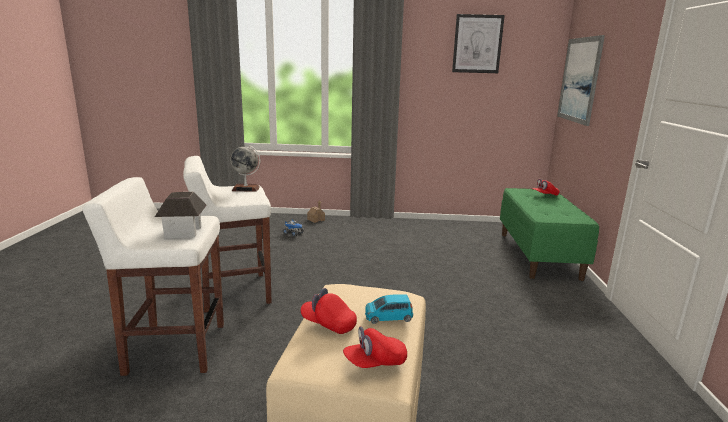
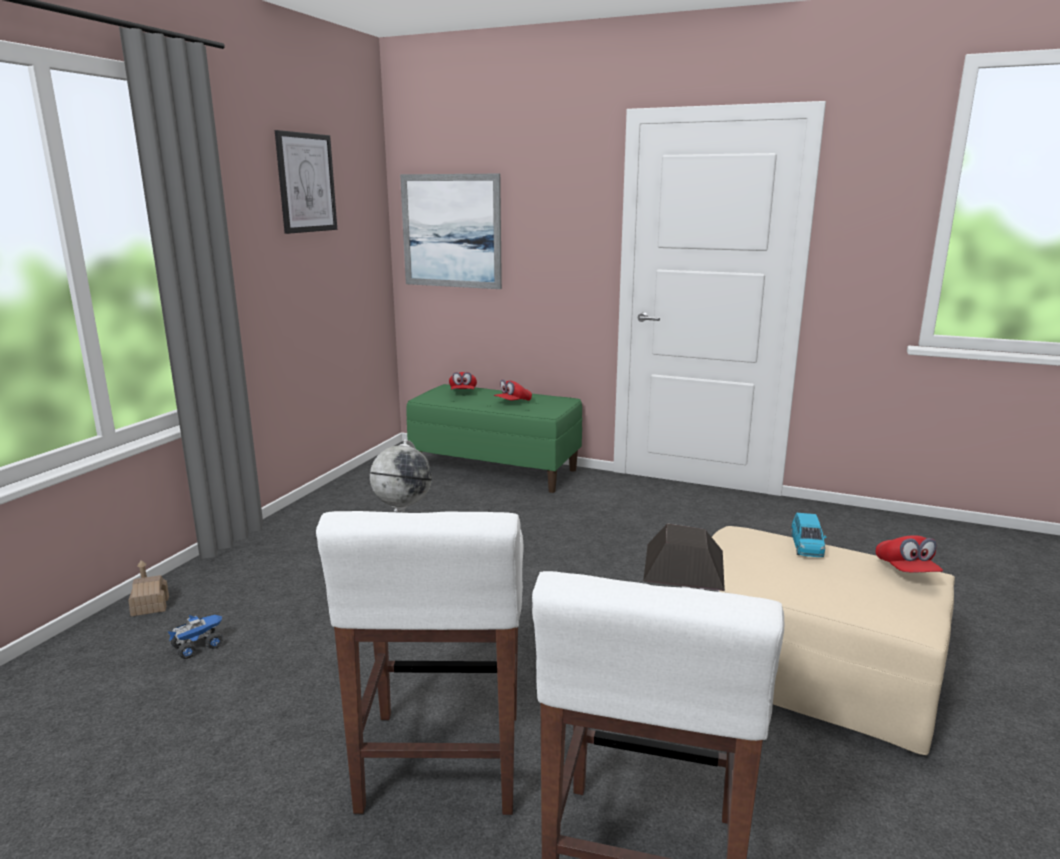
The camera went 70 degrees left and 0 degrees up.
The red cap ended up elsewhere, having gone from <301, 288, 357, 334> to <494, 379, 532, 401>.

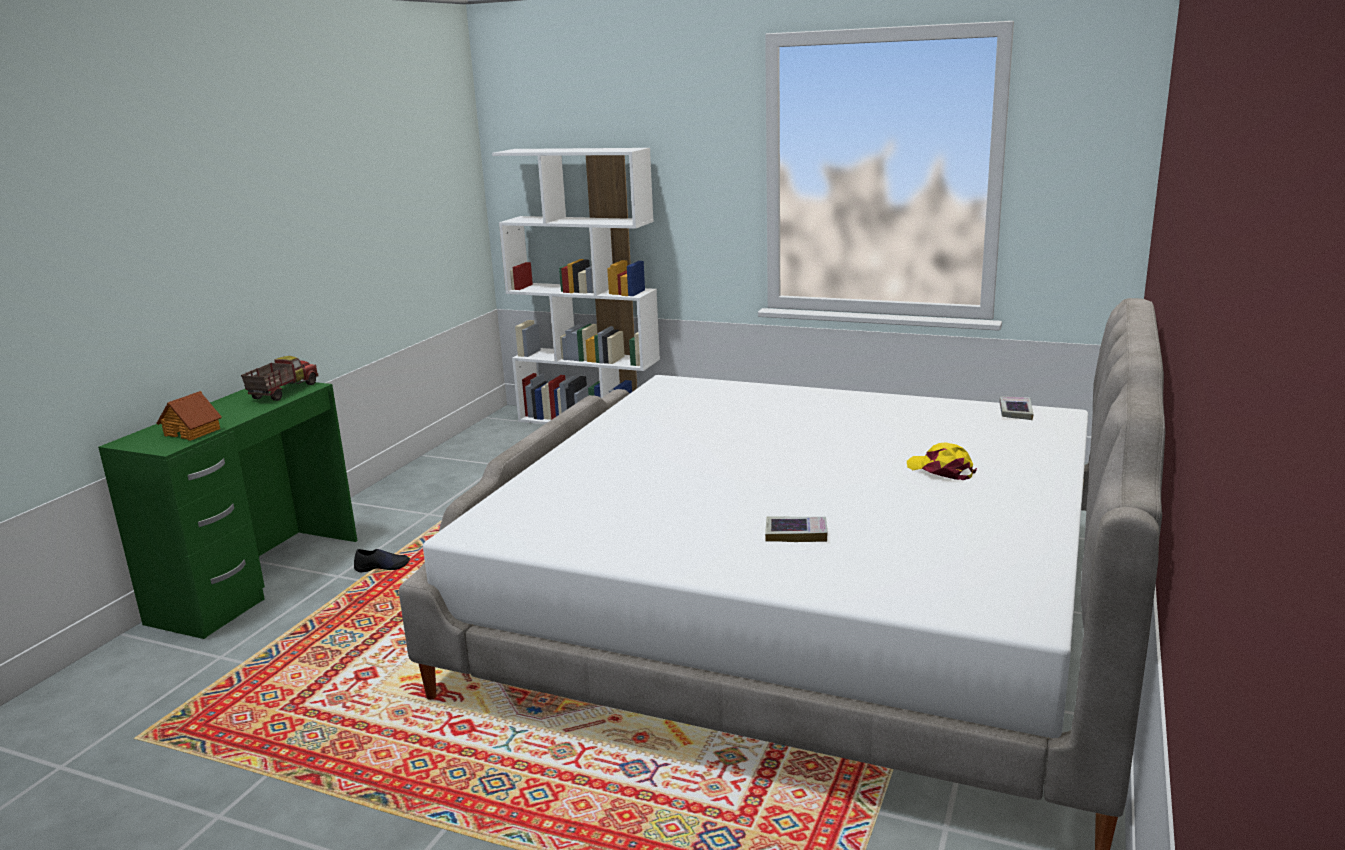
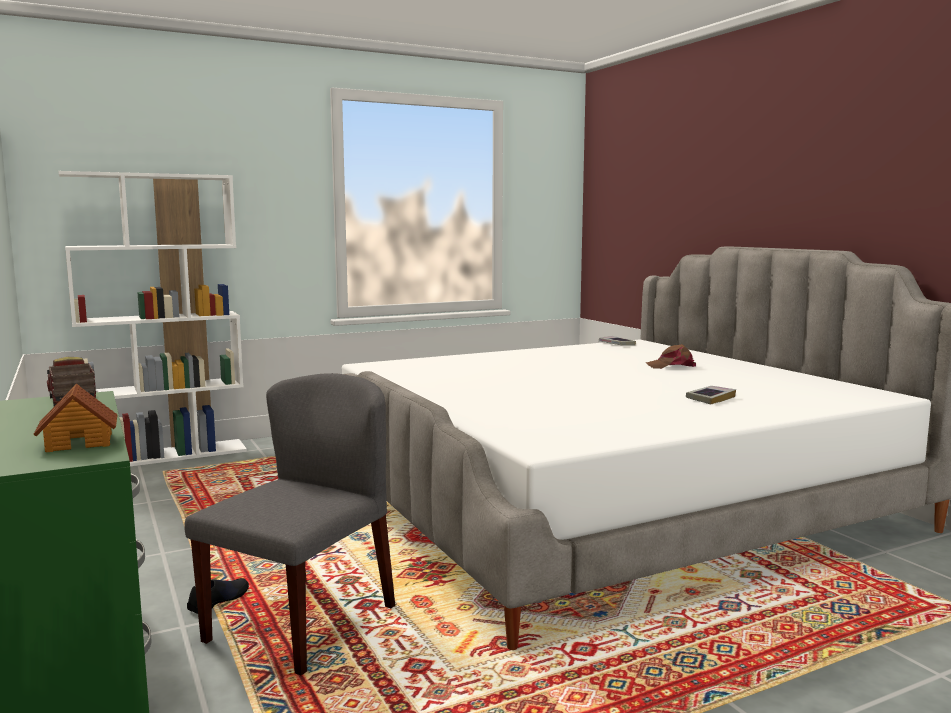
The camera went 50 degrees left and 10 degrees down.
The second view gained the grey chair at <184, 373, 395, 675>.
What was the yellow cap at <907, 442, 977, 480> turned into the brown cap at <646, 344, 696, 369>.

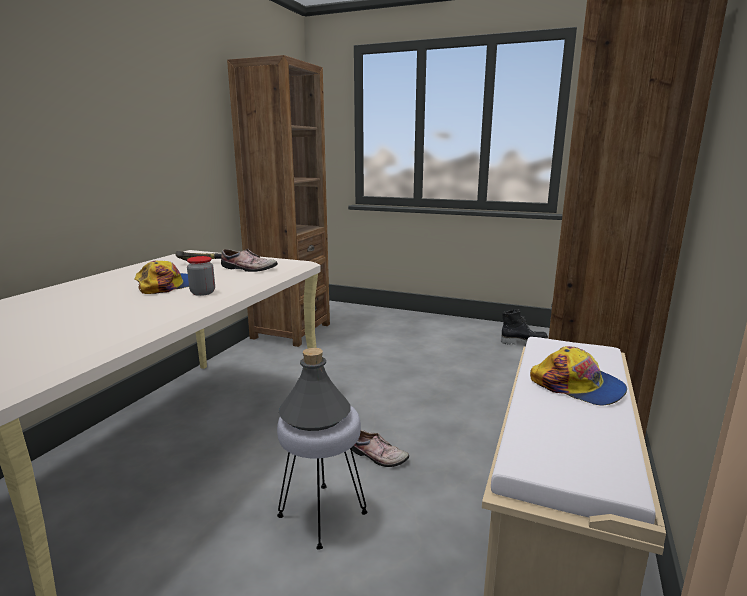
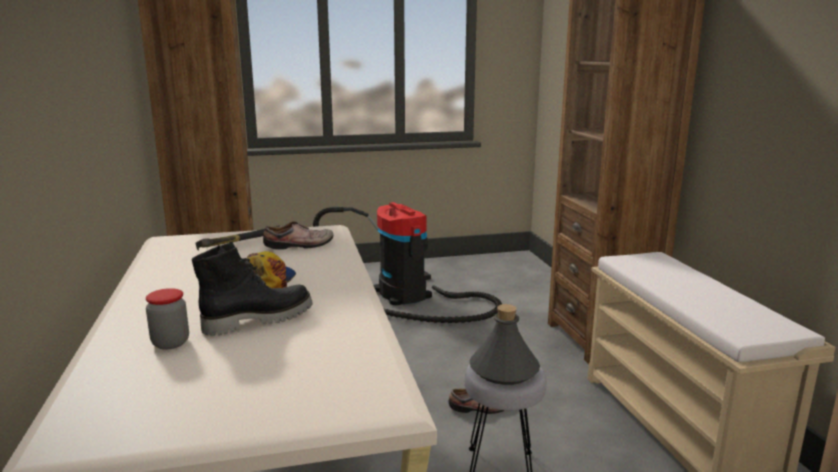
The camera went 35 degrees left and 0 degrees up.
The jar ended up elsewhere, having gone from <187, 256, 215, 296> to <146, 288, 189, 349>.
The black boot ended up elsewhere, having gone from <501, 309, 548, 345> to <192, 242, 313, 336>.
The second view gained the vacuum cleaner at <313, 202, 502, 323>.
The second view lost the cap at <530, 346, 627, 405>.

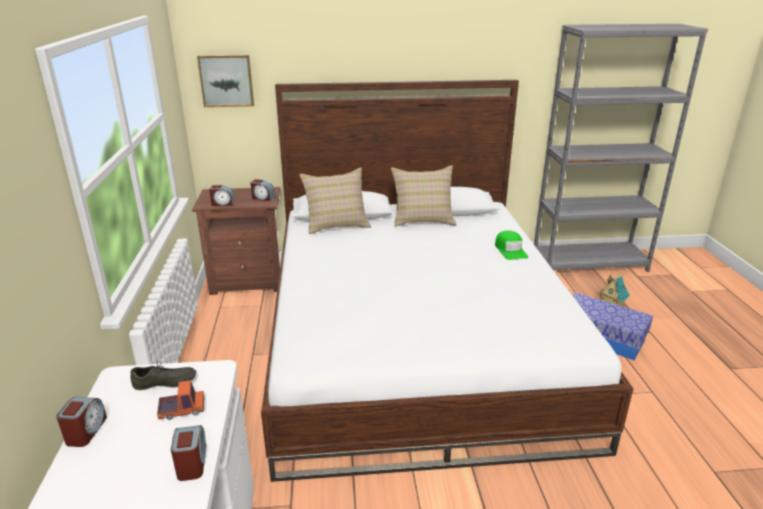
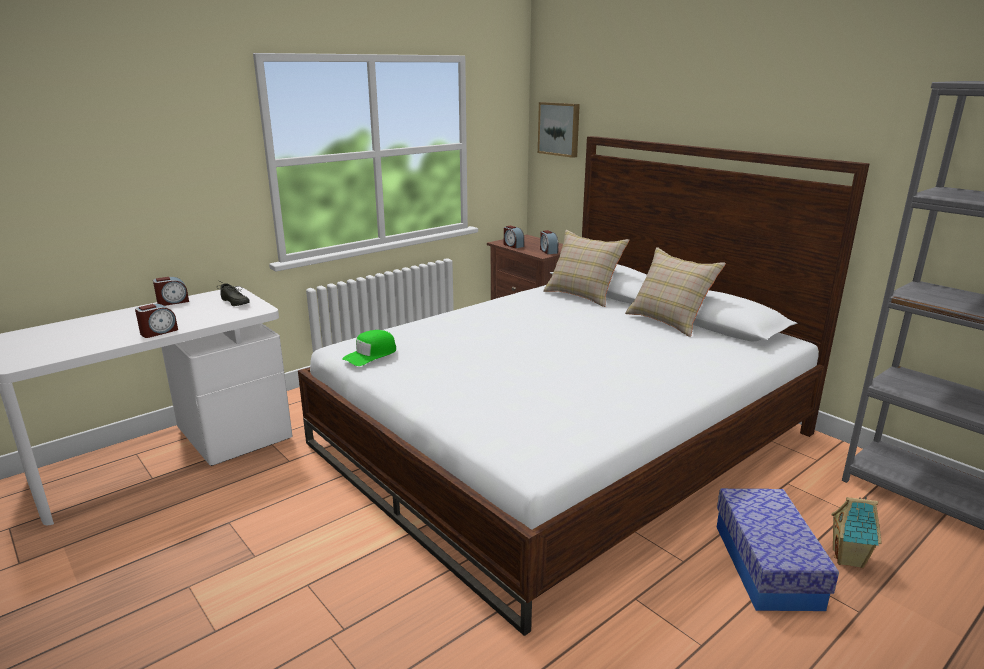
The camera went 55 degrees right and 5 degrees down.
The green cap ended up elsewhere, having gone from <495, 231, 528, 260> to <342, 330, 396, 366>.
The second view lost the toy truck at <157, 380, 204, 420>.

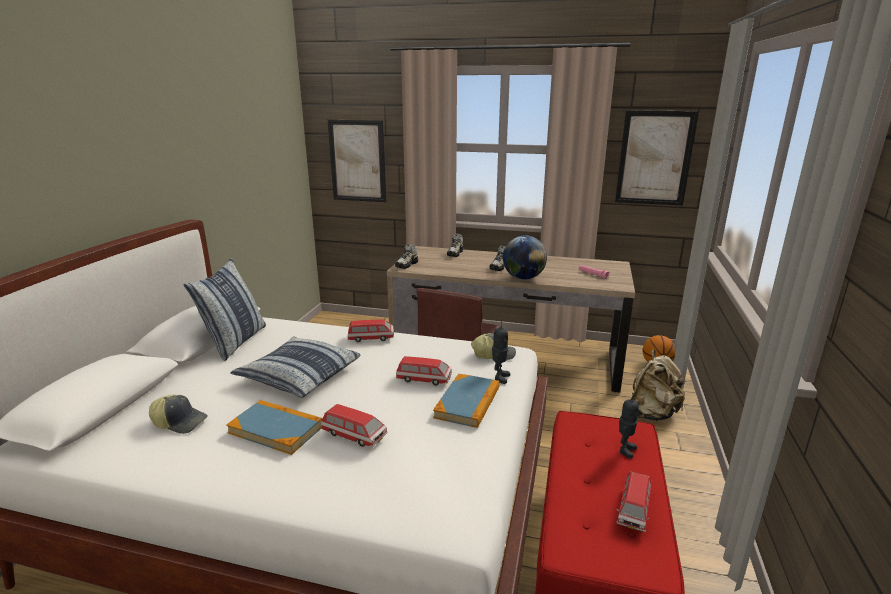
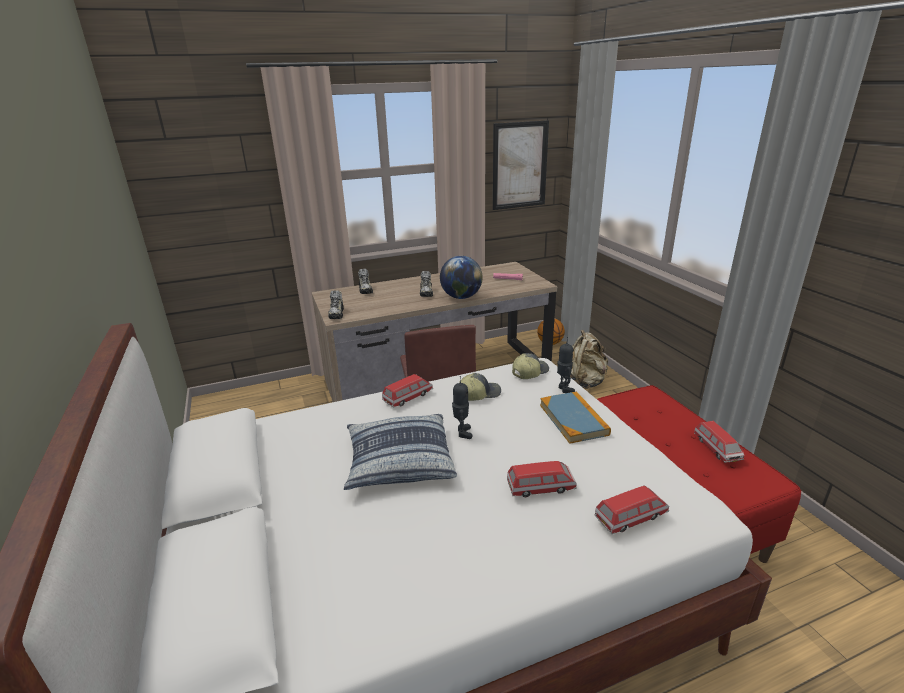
The camera went 35 degrees left and 5 degrees up.
The toy robot ended up elsewhere, having gone from <619, 393, 639, 459> to <452, 376, 473, 439>.
The cap ended up elsewhere, having gone from <149, 395, 208, 434> to <459, 373, 501, 401>.
The toy car ended up elsewhere, having gone from <396, 356, 452, 386> to <594, 486, 669, 534>.
The second view lost the pillow at <183, 258, 266, 361>.
The second view lost the book at <226, 400, 322, 455>.
The second view lost the picture at <328, 120, 387, 202>.

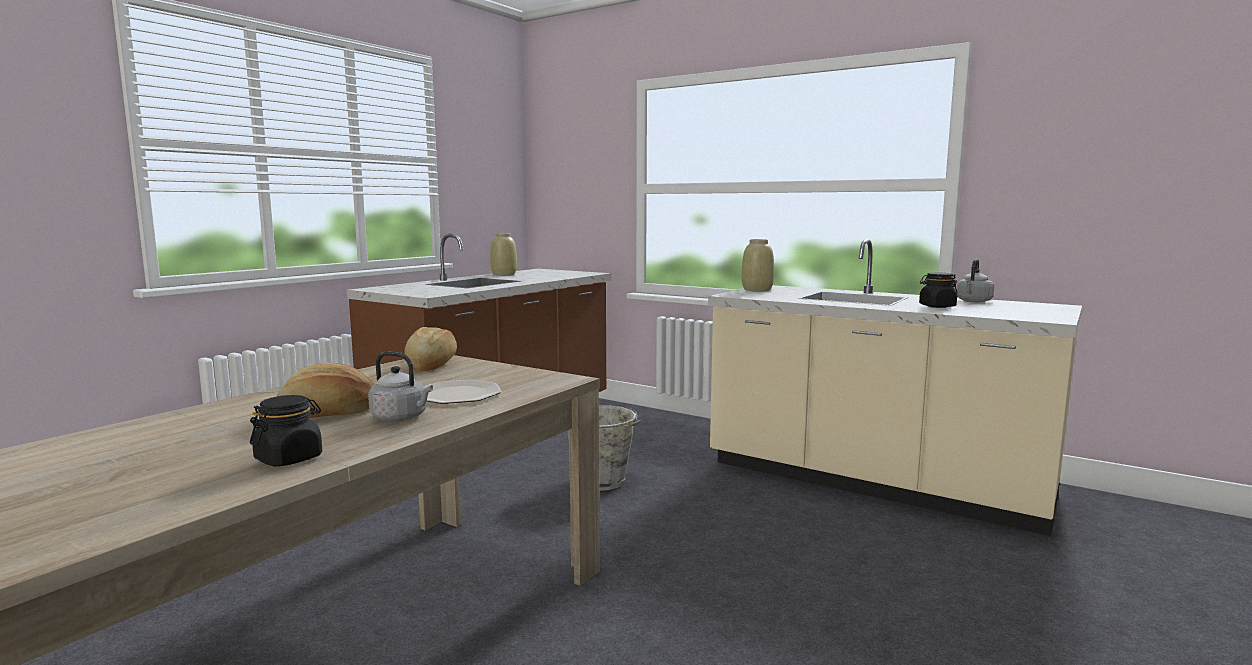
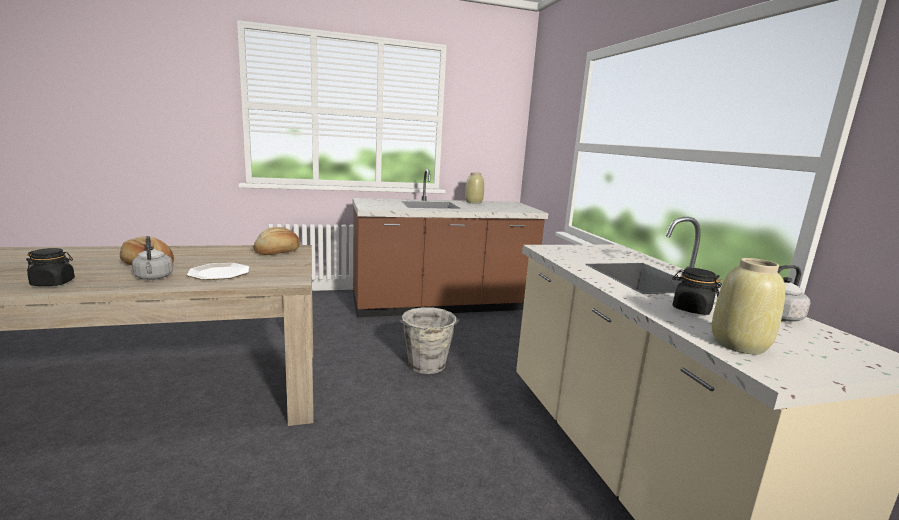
The camera went 40 degrees right and 5 degrees up.
The beige vase ended up elsewhere, having gone from <741, 239, 774, 291> to <712, 258, 785, 354>.

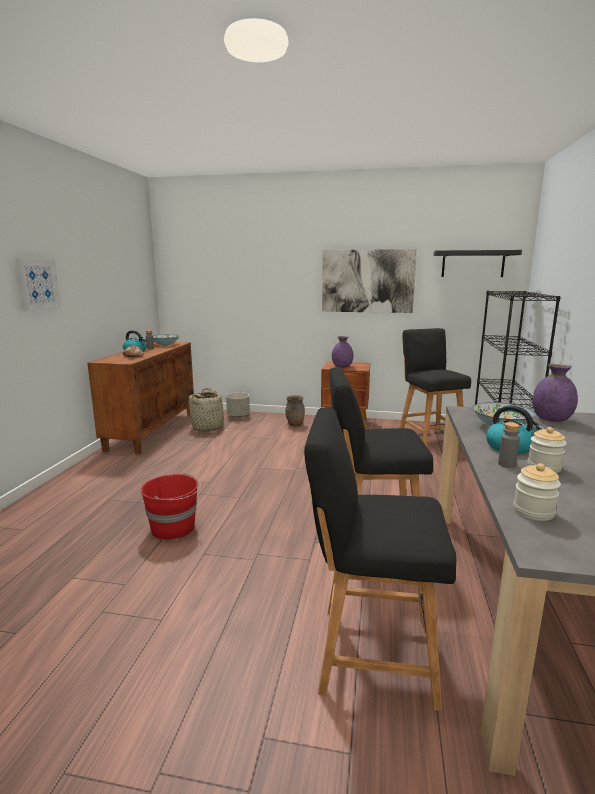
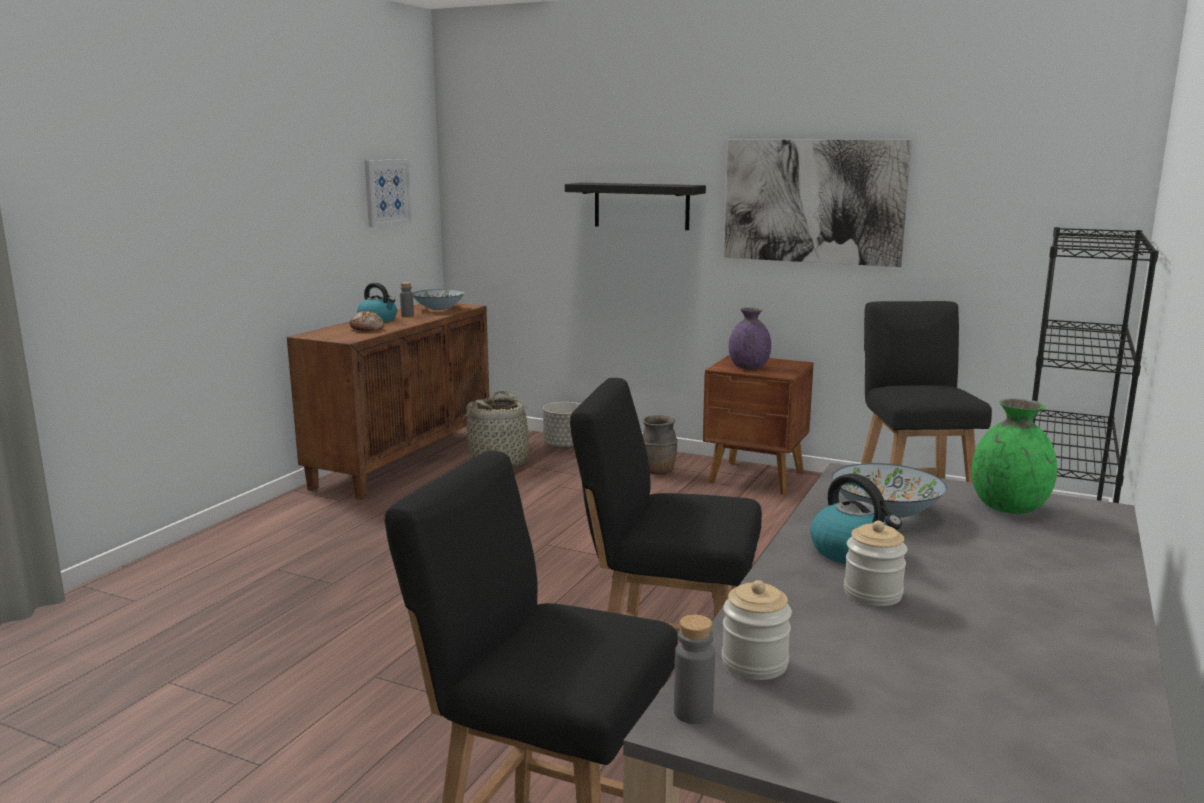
The camera went 15 degrees right and 0 degrees up.
The picture ended up elsewhere, having gone from <15, 258, 61, 311> to <365, 159, 412, 227>.
The black shelf ended up elsewhere, having gone from <434, 250, 522, 277> to <565, 183, 706, 230>.
The grey bottle ended up elsewhere, having gone from <498, 422, 520, 468> to <674, 615, 715, 724>.
What was the purple vase at <532, 364, 578, 422> turned into the green vase at <972, 398, 1057, 514>.
The second view lost the red bucket at <141, 473, 201, 540>.

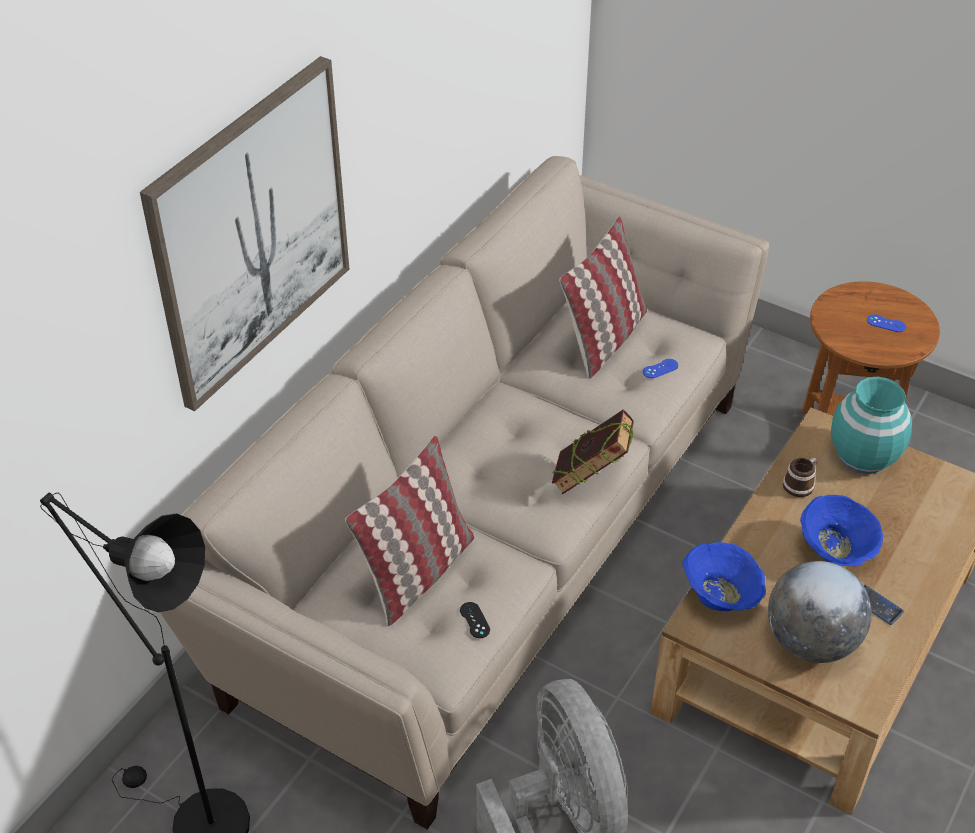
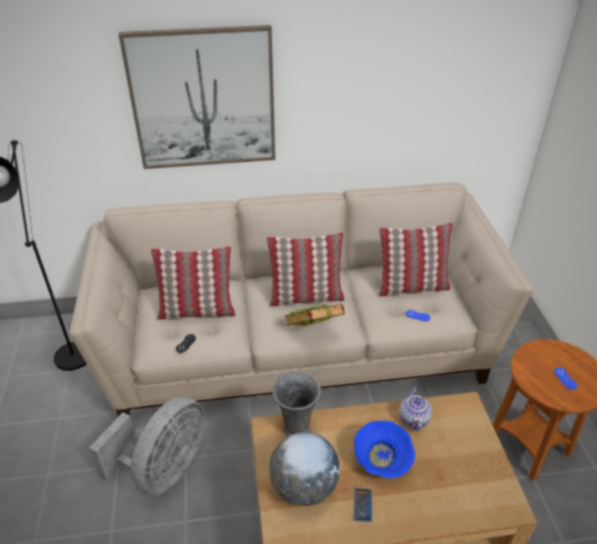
The camera went 50 degrees right and 5 degrees down.
The second view gained the pillow at <267, 232, 344, 306>.
Where the blue bowl stood at <682, 542, 766, 611>, the grey vase came to stand at <273, 371, 321, 437>.
Where the mug stood at <783, 458, 817, 497>, the teapot came to stand at <399, 386, 432, 431>.
The second view lost the turquoise vase at <831, 377, 912, 474>.

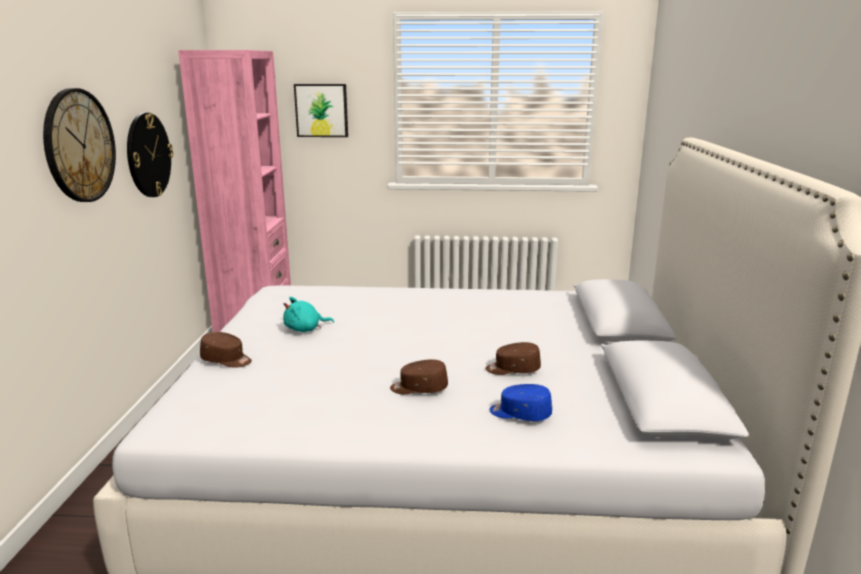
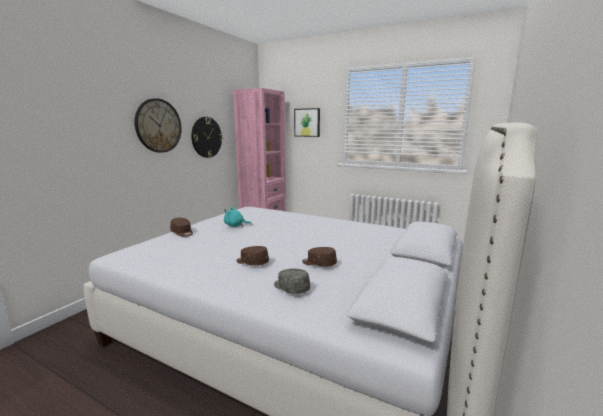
The camera went 25 degrees right and 5 degrees down.
What was the blue cap at <489, 384, 552, 421> turned into the grey cap at <274, 269, 310, 294>.

